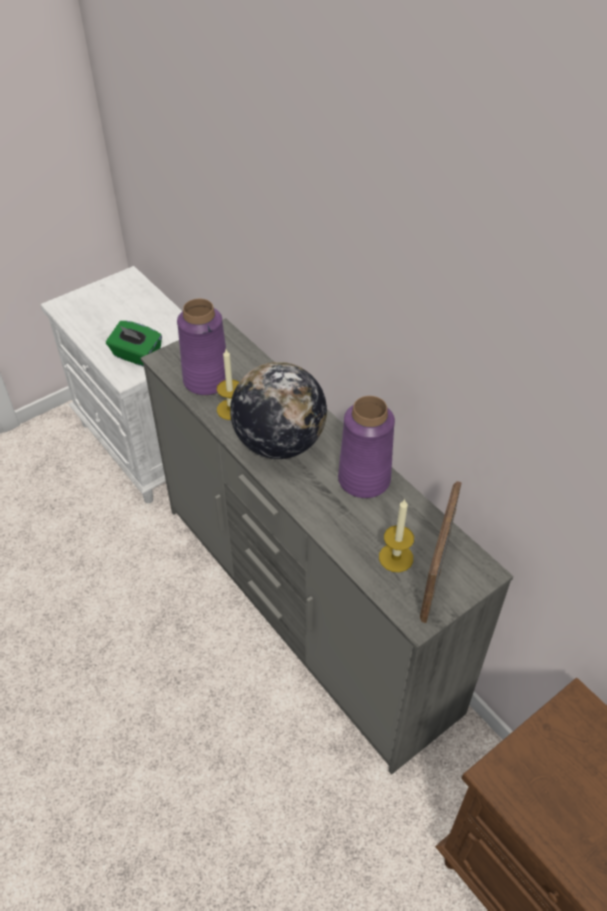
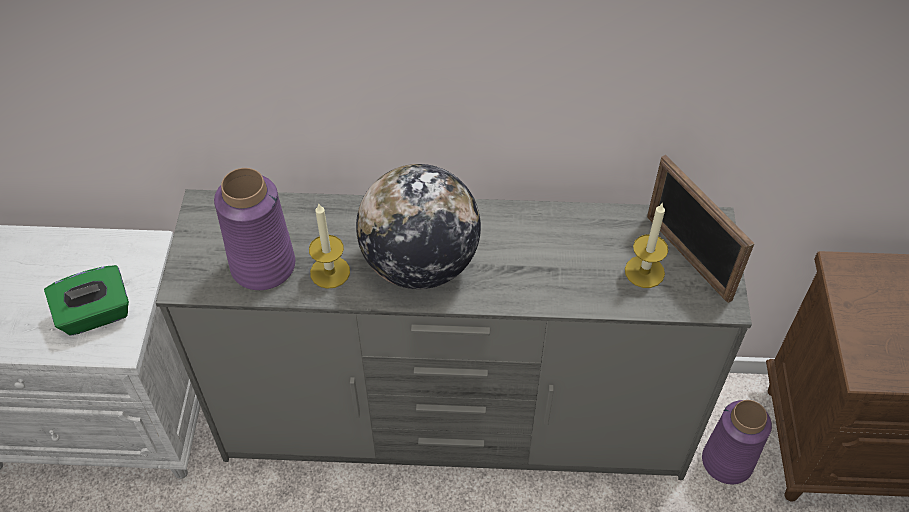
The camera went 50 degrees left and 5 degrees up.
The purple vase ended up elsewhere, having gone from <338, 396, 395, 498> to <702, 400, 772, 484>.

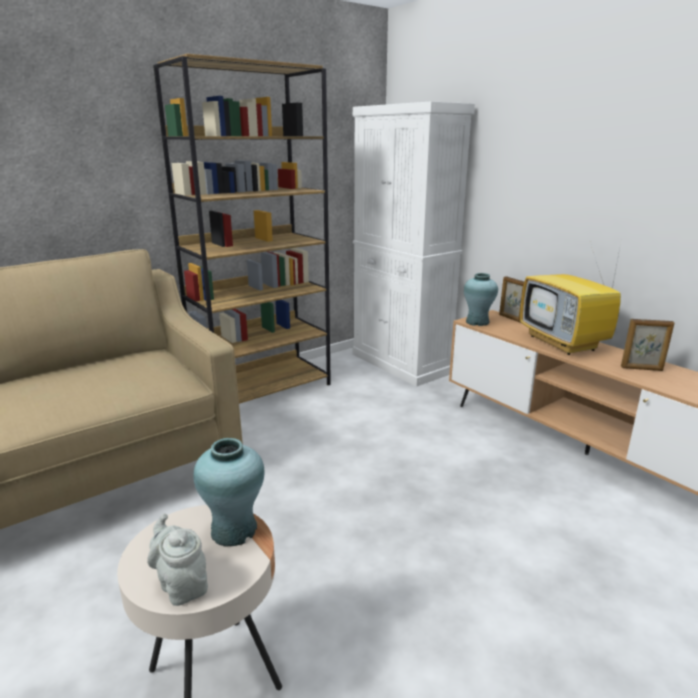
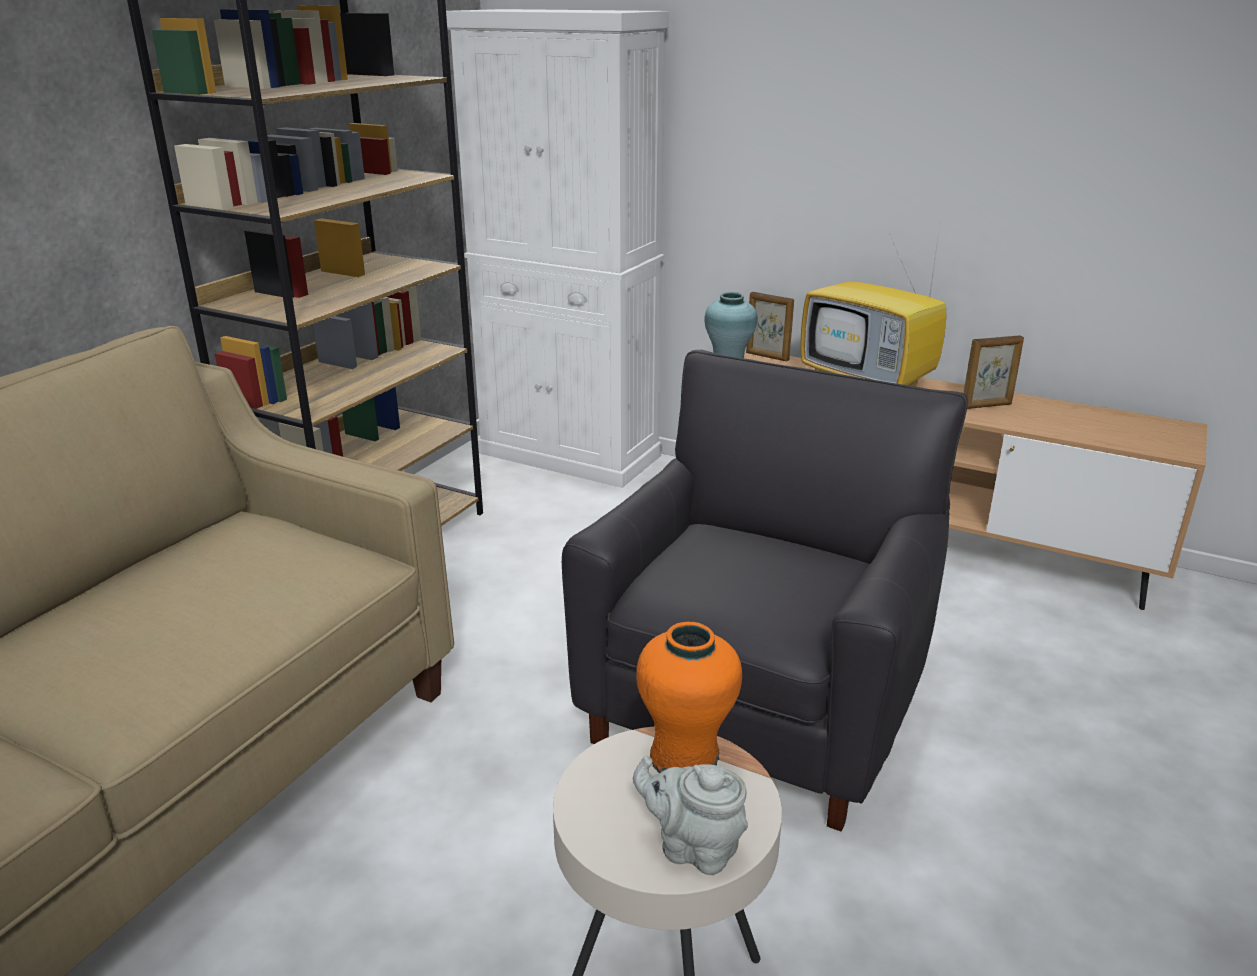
The camera went 25 degrees left and 5 degrees up.
The second view gained the black armchair at <562, 350, 968, 832>.
What was the turquoise vase at <193, 438, 265, 547> turned into the orange vase at <636, 622, 742, 773>.

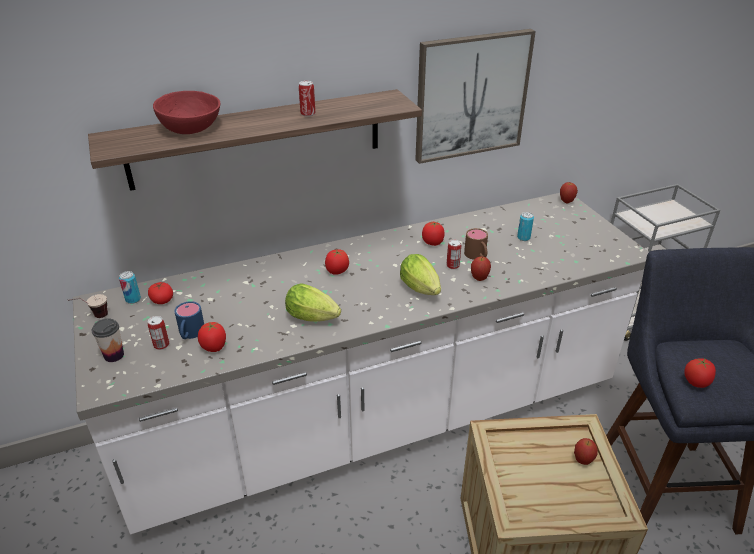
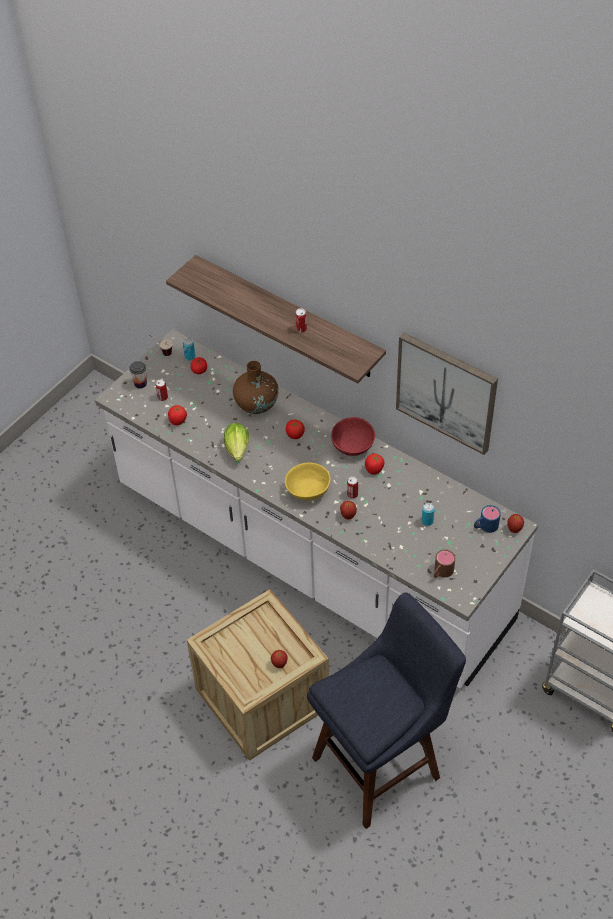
The camera went 60 degrees right and 15 degrees up.
The second view gained the brown vase at <233, 361, 279, 414>.
Where the lettuce stood at <400, 254, 441, 295>, the yellow bowl came to stand at <285, 462, 331, 500>.
The red bowl ended up elsewhere, having gone from <153, 91, 220, 134> to <331, 417, 375, 456>.
The brown mug ended up elsewhere, having gone from <464, 228, 488, 260> to <434, 549, 455, 578>.
The blue mug ended up elsewhere, having gone from <174, 301, 204, 339> to <474, 505, 501, 533>.
The second view lost the tomato at <685, 358, 716, 388>.

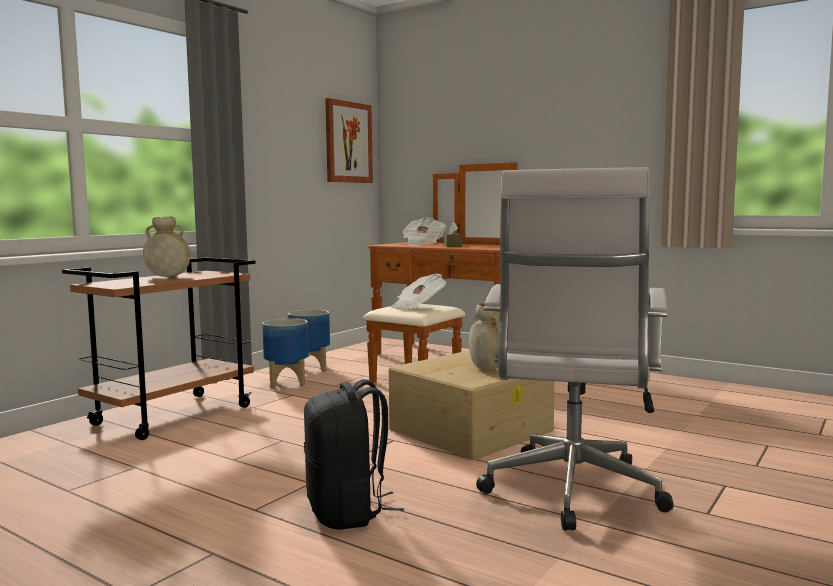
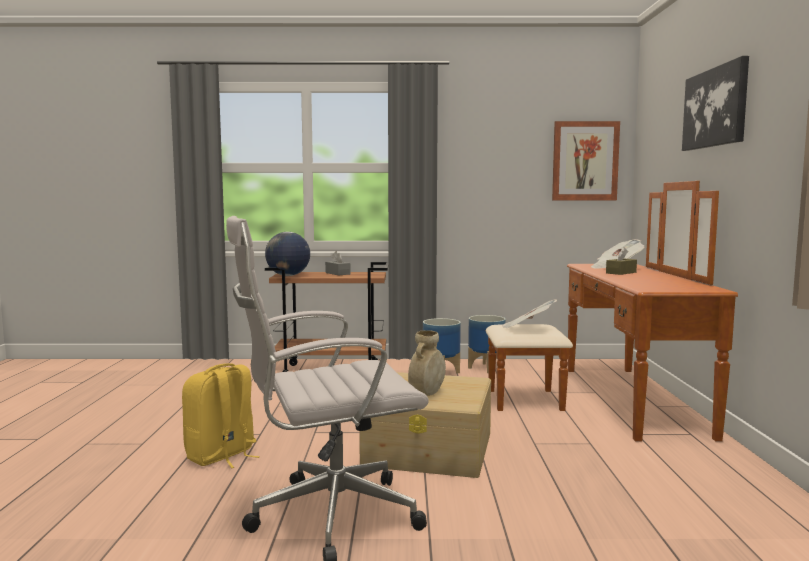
The camera went 55 degrees right and 0 degrees up.
What was the black backpack at <304, 379, 404, 530> turned into the yellow backpack at <182, 363, 260, 468>.
The second view gained the globe at <265, 232, 310, 276>.
Where the beige vase stood at <143, 216, 190, 277>, the grey tissue box came to stand at <325, 251, 351, 275>.
The second view gained the picture at <682, 56, 749, 151>.

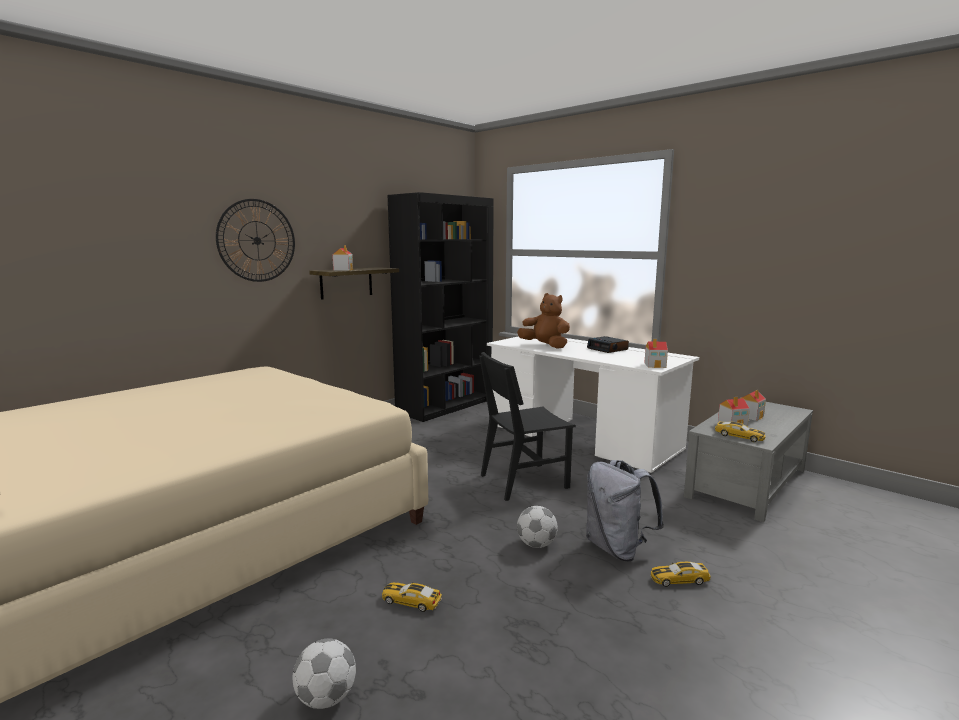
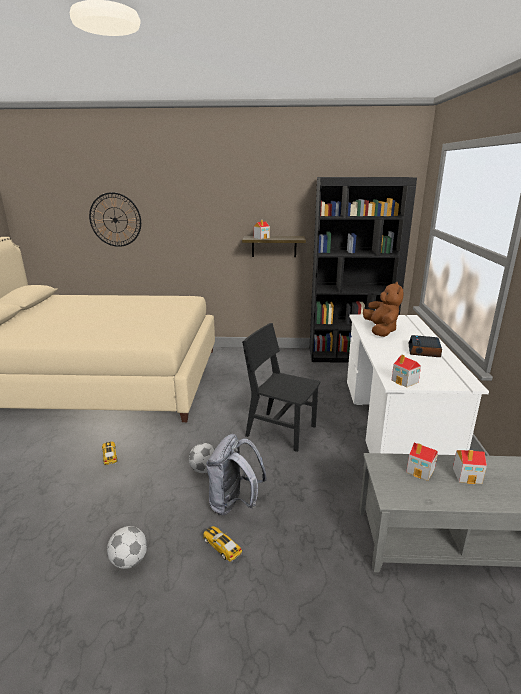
The camera went 50 degrees right and 10 degrees up.
The wall clock ended up elsewhere, having gone from <216, 199, 295, 282> to <89, 192, 141, 247>.
The football ended up elsewhere, having gone from <293, 639, 356, 709> to <107, 526, 147, 569>.
The second view lost the toy car at <714, 421, 765, 442>.

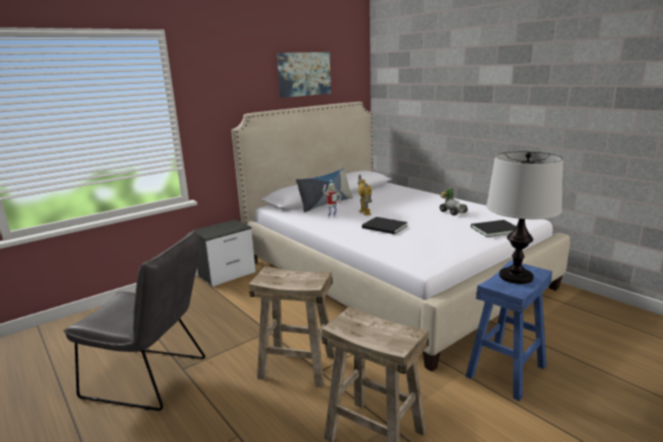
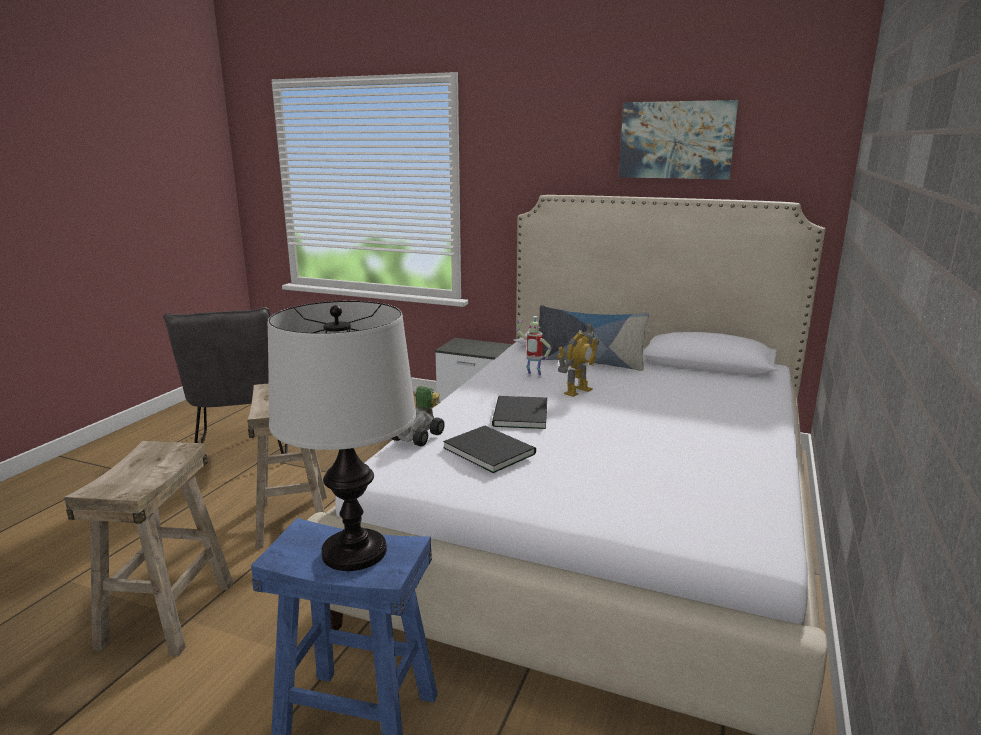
The camera went 60 degrees right and 0 degrees up.
The toy car ended up elsewhere, having gone from <440, 188, 468, 215> to <391, 386, 445, 447>.
The black book ended up elsewhere, having gone from <471, 220, 516, 237> to <443, 426, 536, 473>.

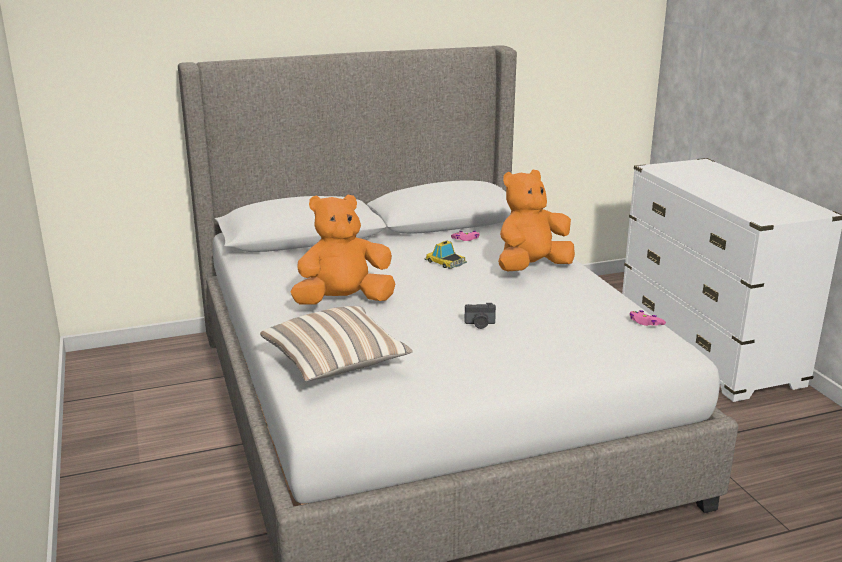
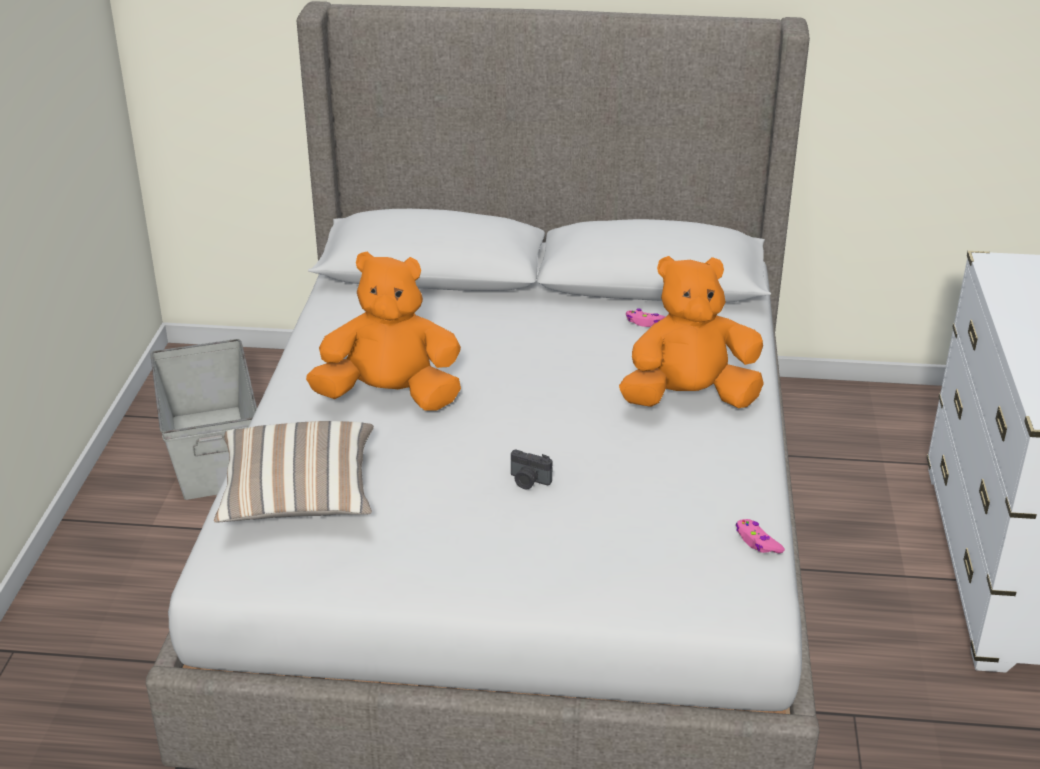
The camera went 25 degrees right and 10 degrees up.
The second view gained the grey storage box at <150, 339, 257, 500>.
The second view lost the toy car at <425, 240, 467, 269>.

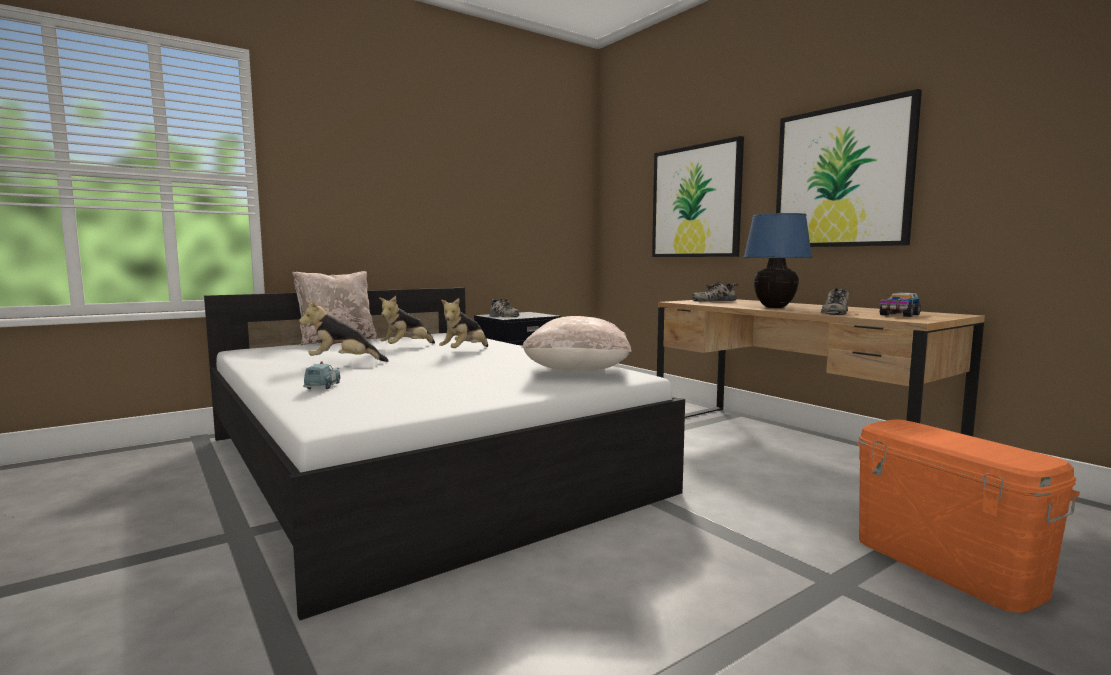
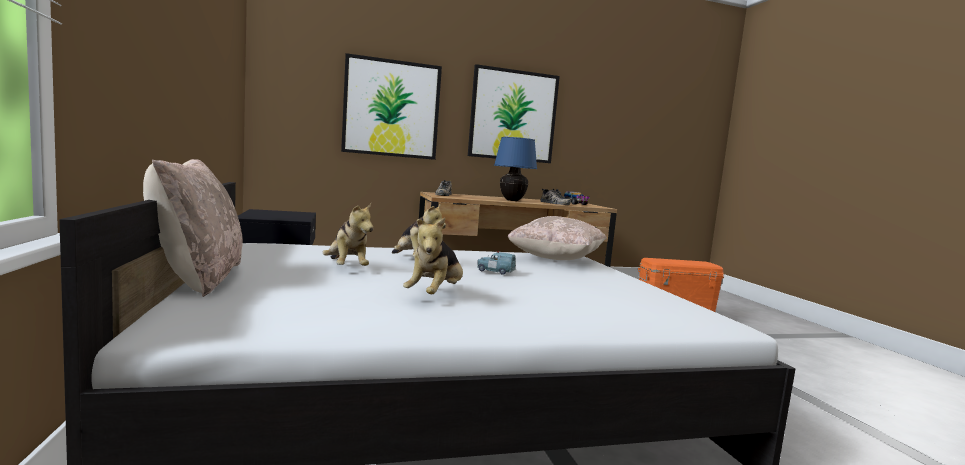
The camera went 70 degrees left and 0 degrees up.
The blue toy car ended up elsewhere, having gone from <303, 361, 341, 389> to <477, 251, 516, 275>.
The second view lost the shoe at <490, 298, 519, 317>.

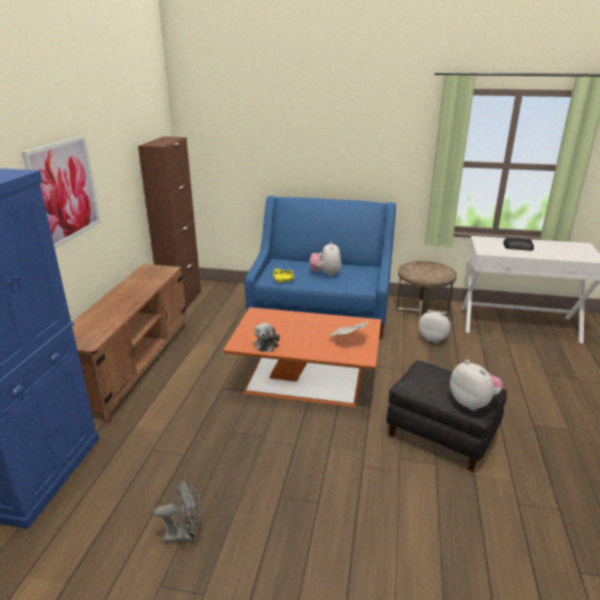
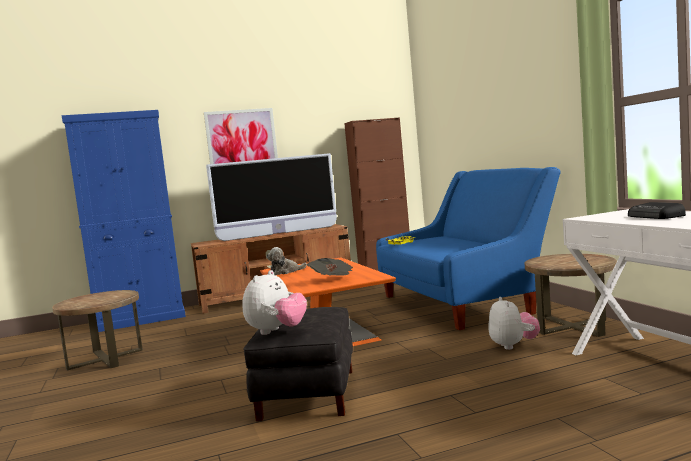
The camera went 60 degrees right and 20 degrees down.
Where the grey fan stood at <154, 480, 201, 543>, the brown side table came to stand at <52, 290, 143, 370>.
The second view gained the television at <206, 153, 337, 241>.
The second view lost the plush toy at <310, 242, 341, 277>.

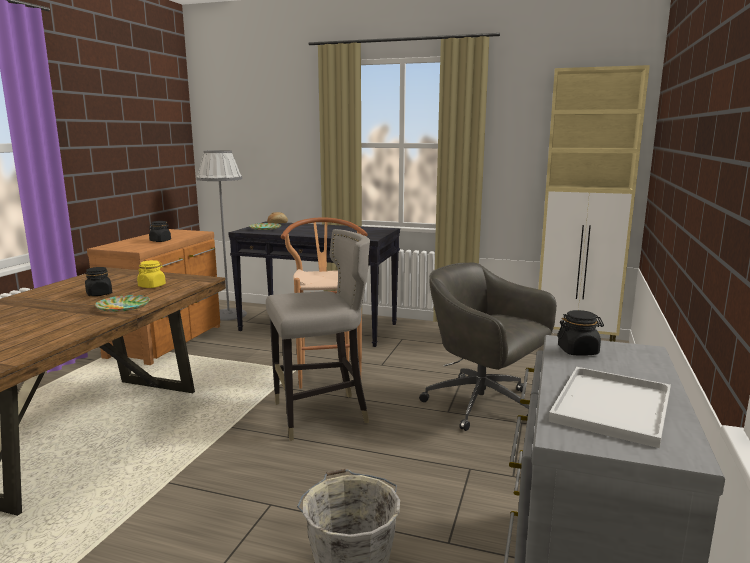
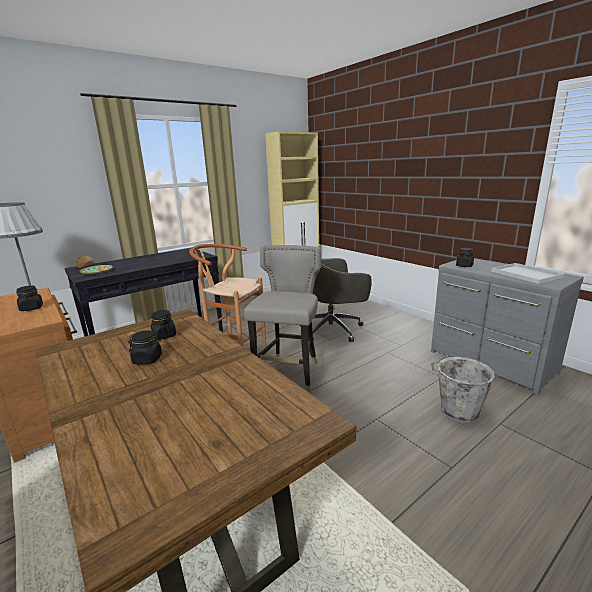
The camera went 55 degrees left and 5 degrees up.
What was the yellow jar at <137, 260, 166, 288> turned into the black jar at <151, 310, 176, 340>.
The second view lost the plate at <95, 295, 150, 312>.

